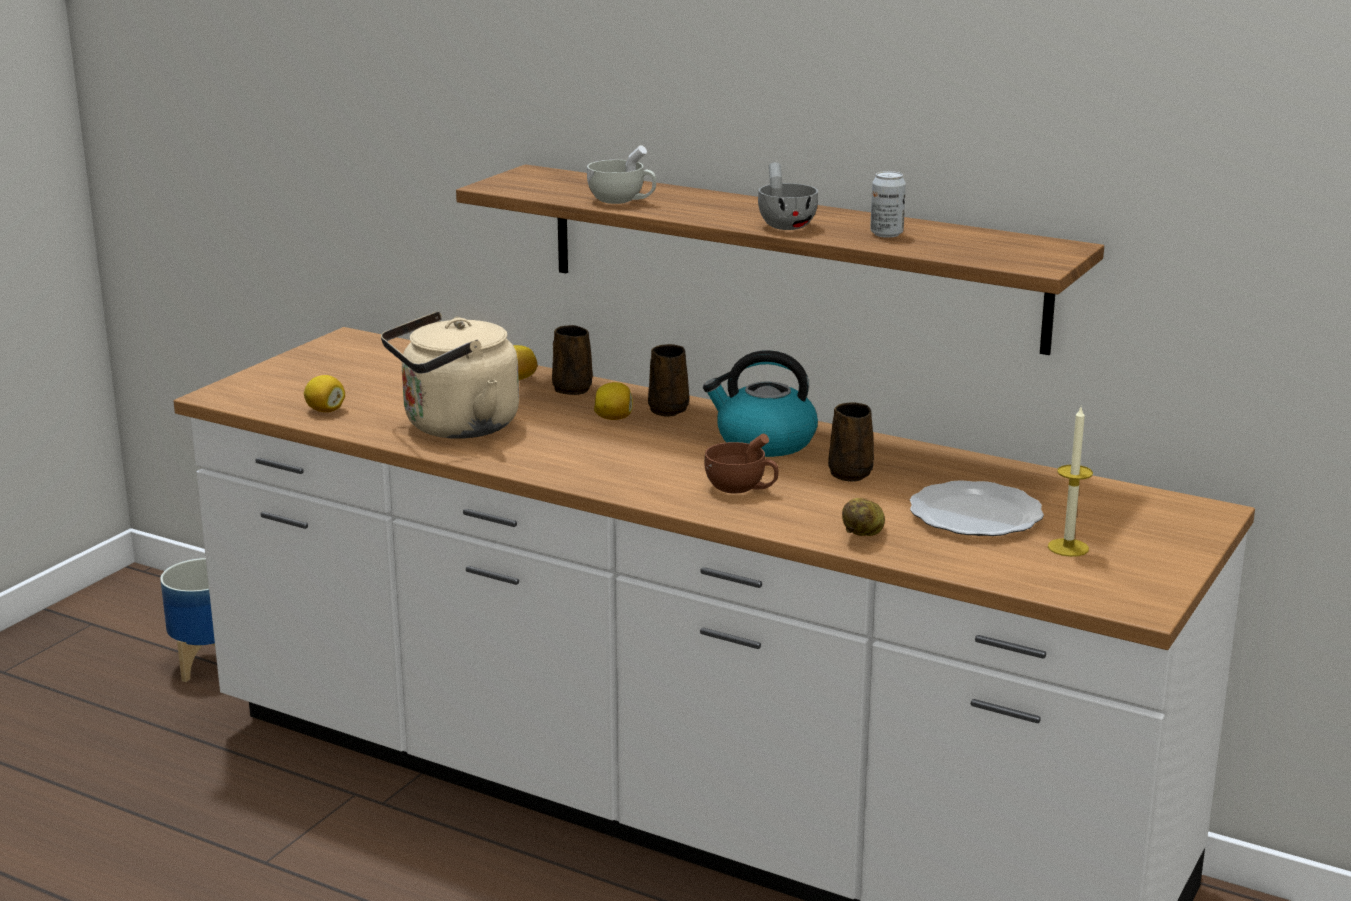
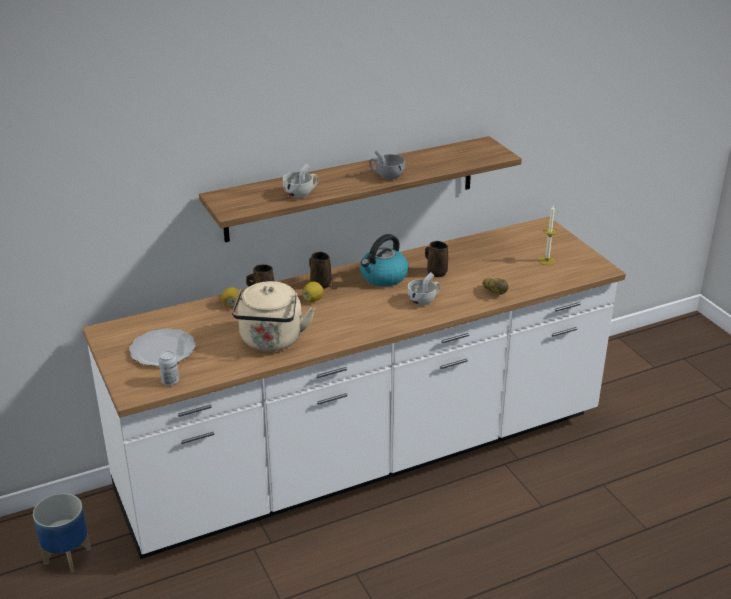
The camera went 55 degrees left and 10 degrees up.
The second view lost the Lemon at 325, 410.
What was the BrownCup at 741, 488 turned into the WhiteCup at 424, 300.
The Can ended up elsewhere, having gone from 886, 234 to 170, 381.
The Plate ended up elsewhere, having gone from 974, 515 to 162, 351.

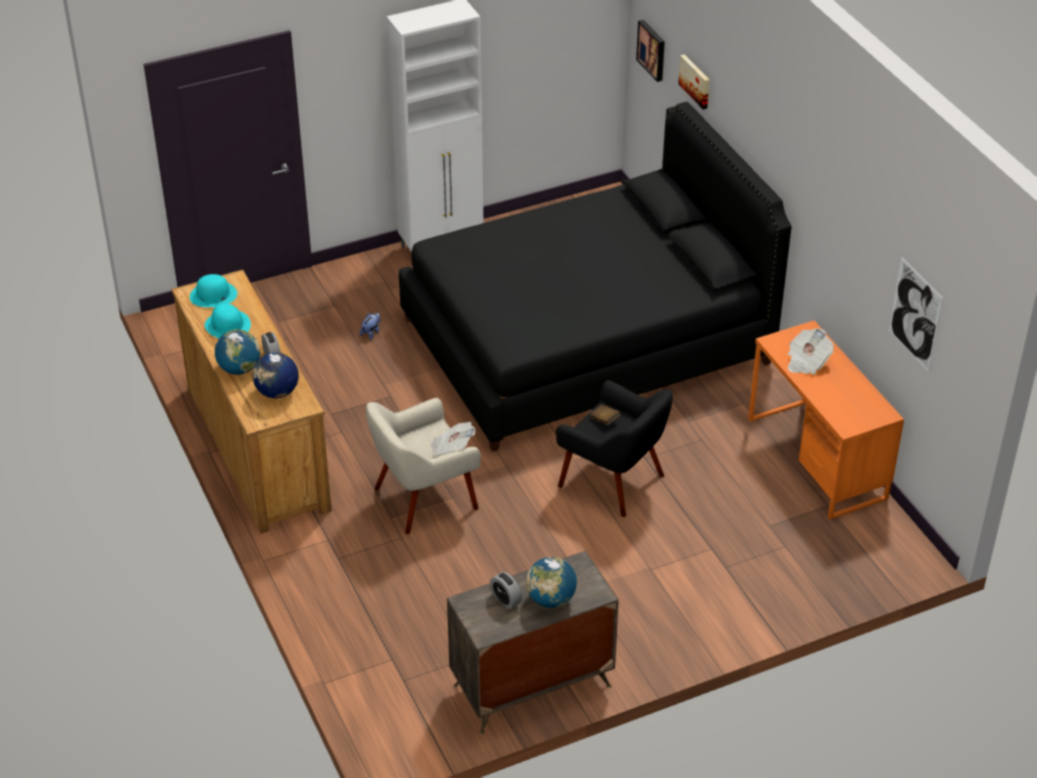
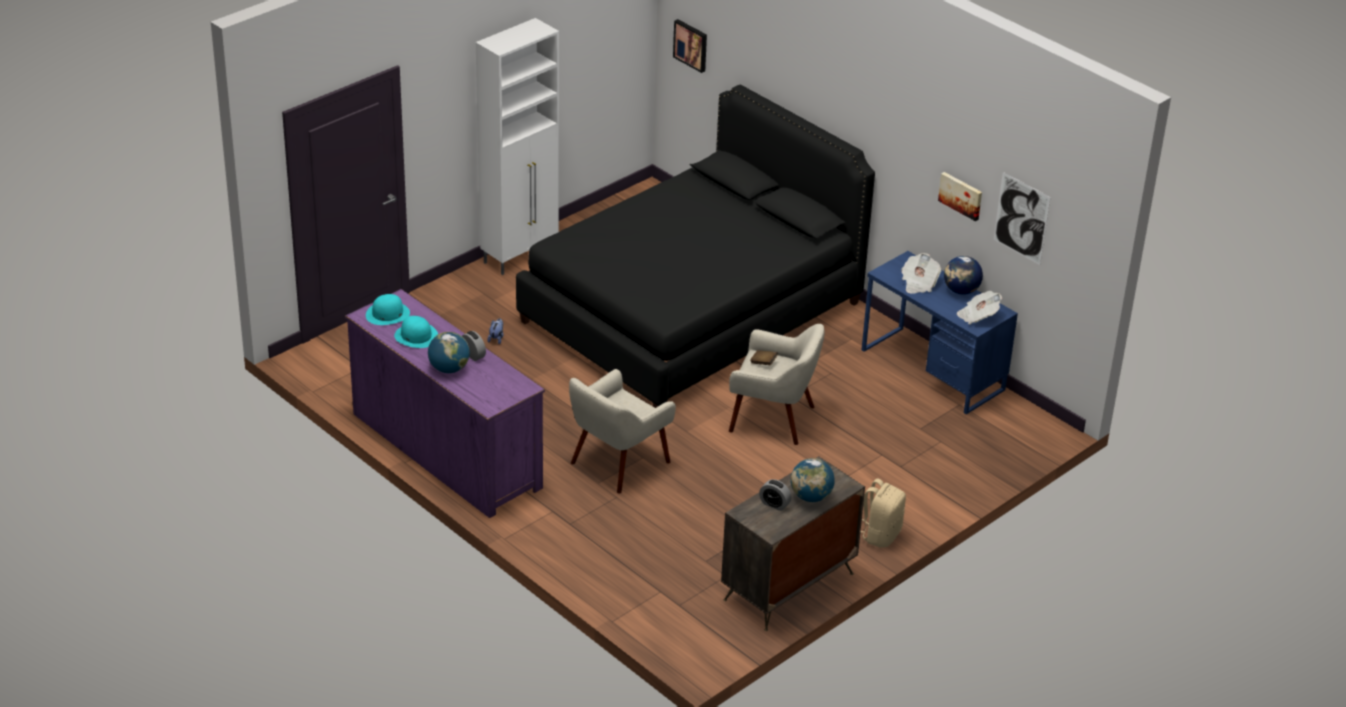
The camera went 20 degrees left and 5 degrees down.
What was the BrownDresser at 257, 447 turned into the PurpleDresser at 446, 450.
The Globe ended up elsewhere, having gone from 277, 392 to 961, 291.
The Newspaper ended up elsewhere, having gone from 451, 448 to 977, 316.
What was the BlackArmchair at 613, 480 turned into the BeigeArmchair at 773, 418.
The Picture ended up elsewhere, having gone from 695, 81 to 961, 195.
What was the OrangeDesk at 816, 458 turned into the BlueDesk at 932, 370.
The second view gained the BeigeBackpack at 880, 534.

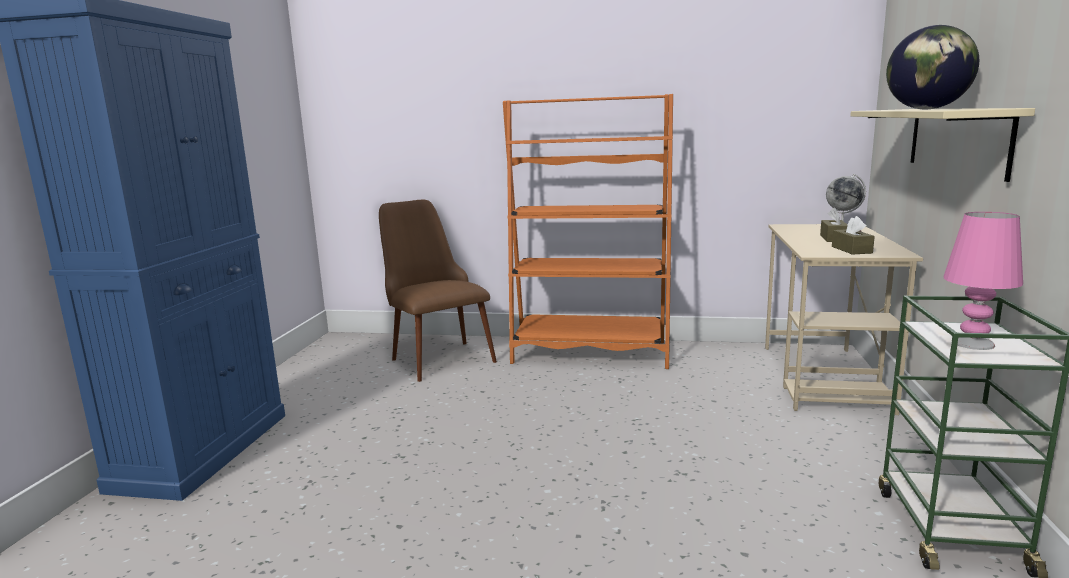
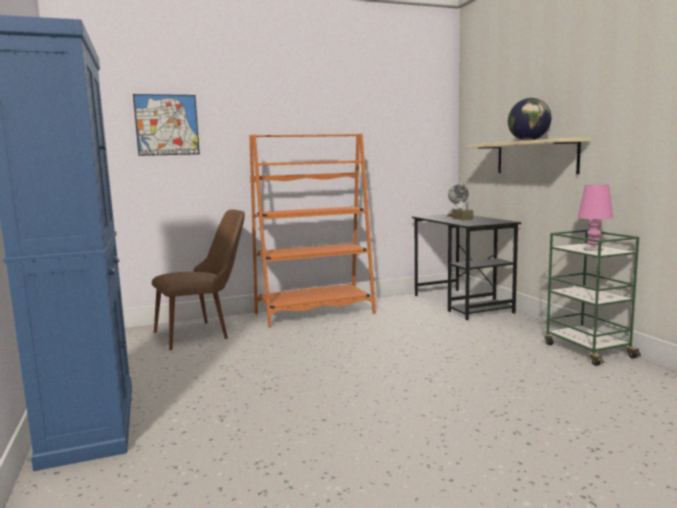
The camera went 30 degrees left and 5 degrees down.
The BrownChair at 436, 355 ended up facing another way, 120 degrees clockwise from before.
What was the BeigeDesk at 823, 378 turned into the BlackDesk at 462, 304.
The second view lost the BrownTissueBox at 851, 250.
The second view gained the Picture at 167, 125.

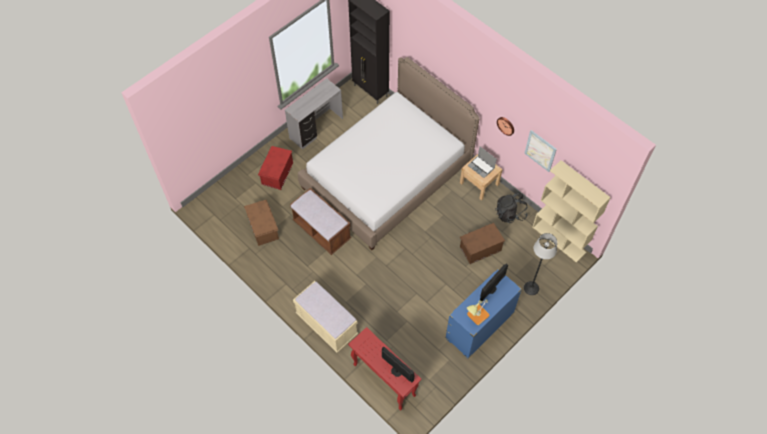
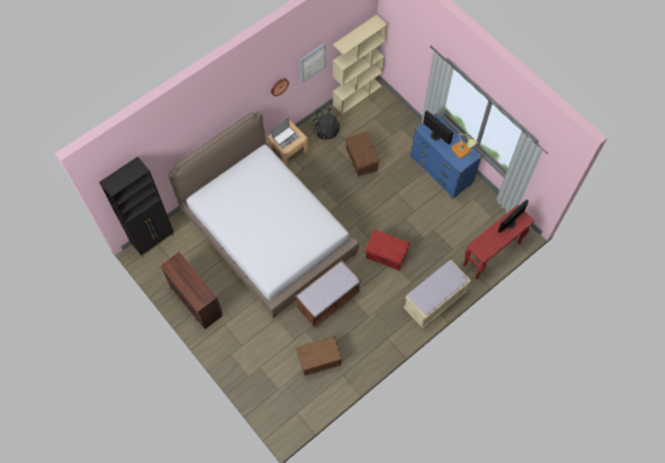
The camera went 85 degrees left and 5 degrees up.
The RedStorageBox ended up elsewhere, having gone from 277, 173 to 386, 255.
What was the GreyDesk at 316, 128 turned into the BrownDesk at 196, 299.
The second view lost the FloorLamp at 531, 288.

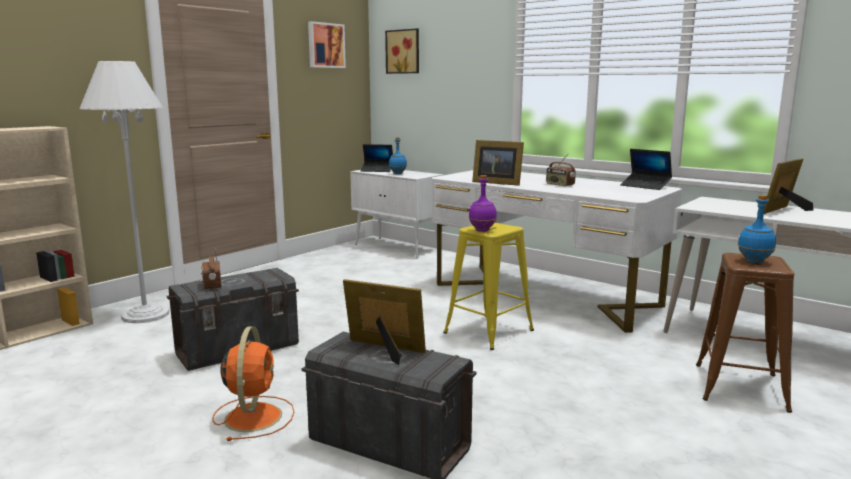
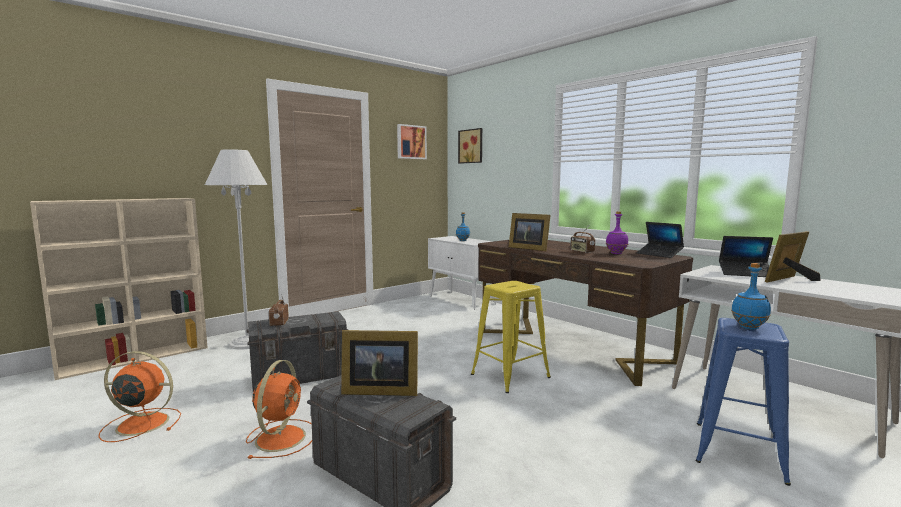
The camera went 10 degrees right and 5 degrees down.
The PictureFrame at 385, 350 ended up facing another way, 150 degrees clockwise from before.
The Laptop ended up elsewhere, having gone from 377, 170 to 745, 273.
What was the WhiteDesk at 544, 295 turned into the BrownDesk at 570, 346.
The PurpleBottle ended up elsewhere, having gone from 482, 230 to 616, 253.
What was the BrownStool at 740, 387 turned into the BlueStool at 738, 451.
The second view gained the OrangeFan at 140, 424.

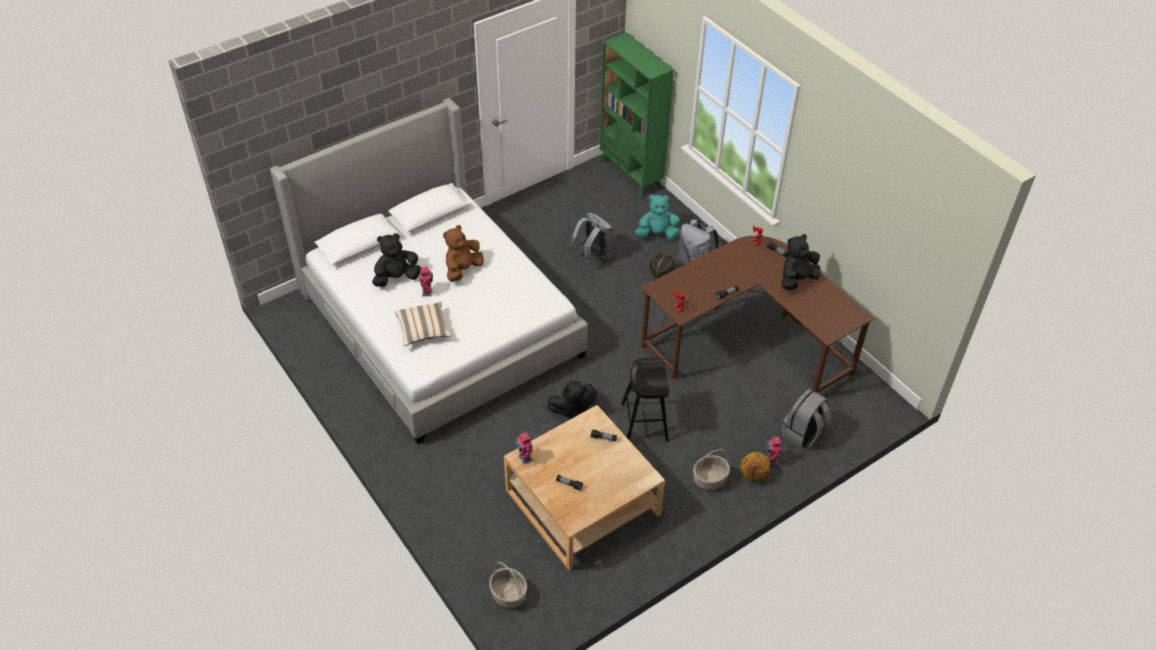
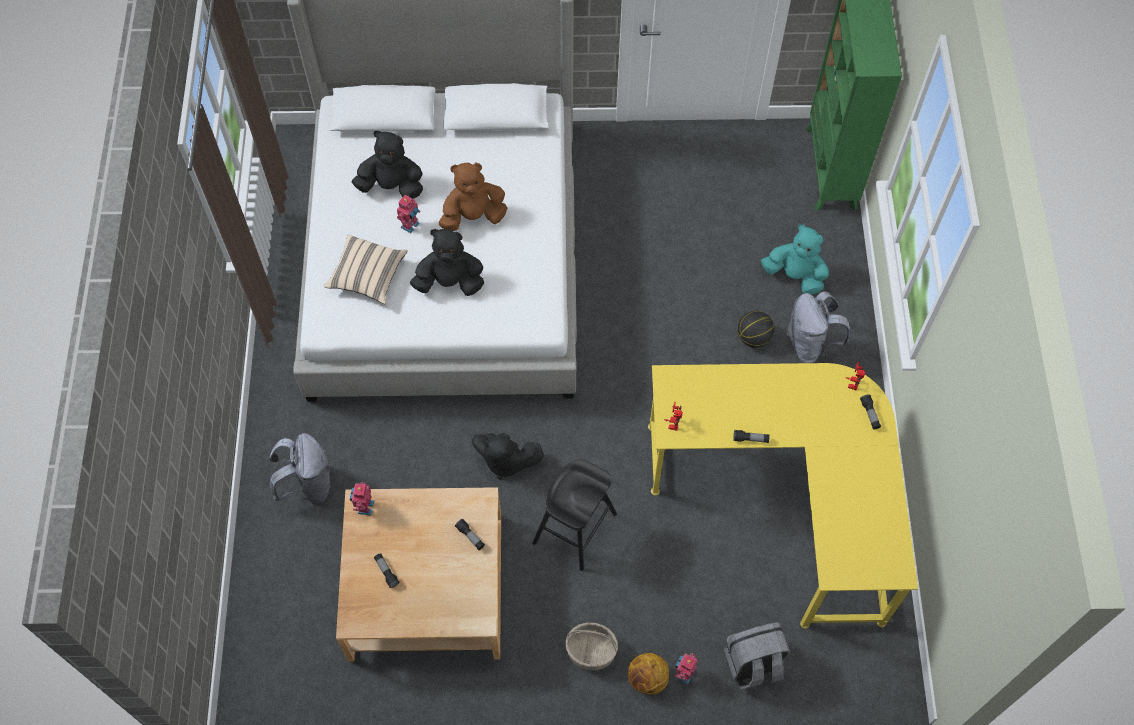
The camera went 35 degrees right and 15 degrees up.
The second view lost the Basket at 508, 594.
The GreyBackpack ended up elsewhere, having gone from 593, 257 to 308, 485.
What was the BrownDesk at 747, 343 turned into the YellowDesk at 784, 497.
The BlackPlushToy ended up elsewhere, having gone from 797, 279 to 450, 282.

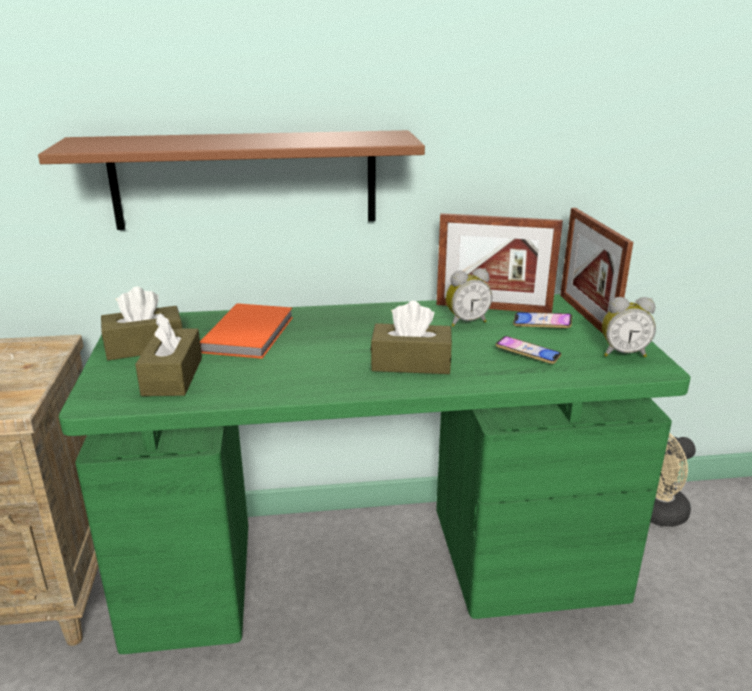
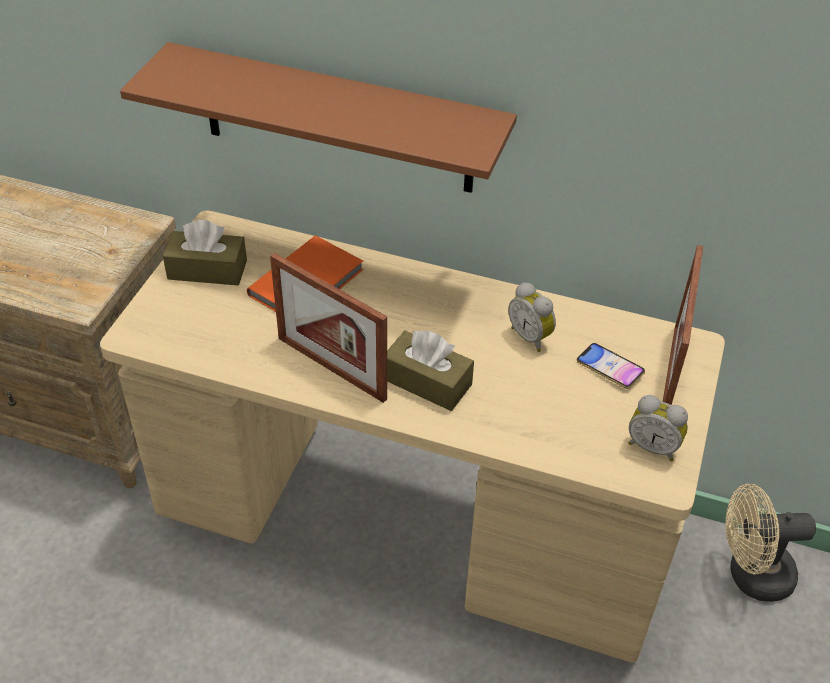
The camera went 25 degrees right and 20 degrees up.
What was the GreenDesk at 375, 572 turned into the BeigeDesk at 410, 522.
The second view lost the BrownTissueBox at 172, 376.
The PictureFrame ended up elsewhere, having gone from 493, 308 to 331, 368.
The AlarmClock at 466, 321 ended up facing another way, 45 degrees clockwise from before.
The second view lost the Phone at 527, 354.

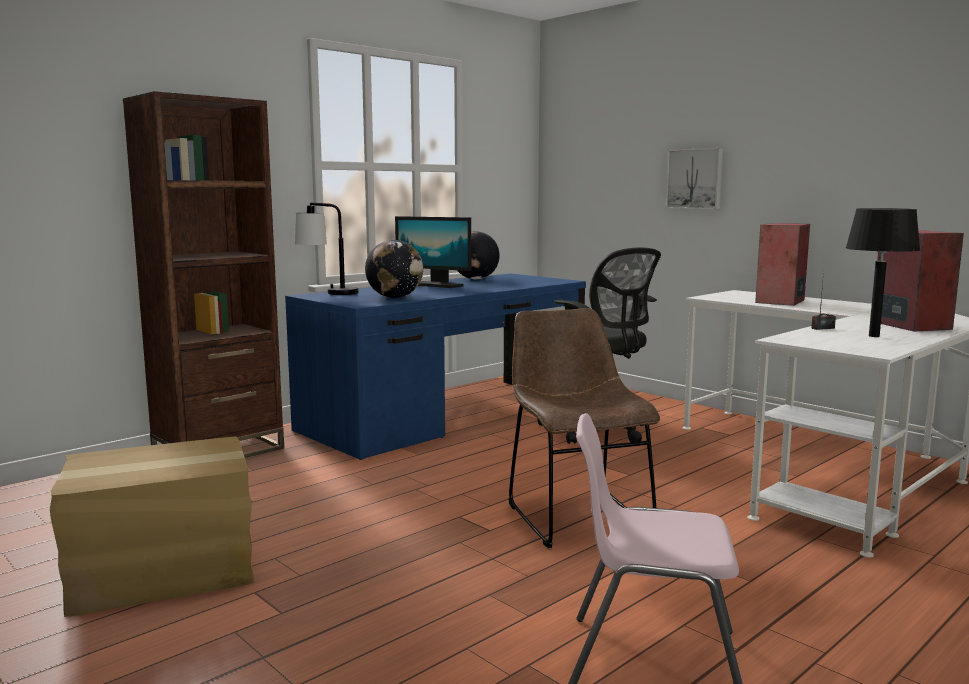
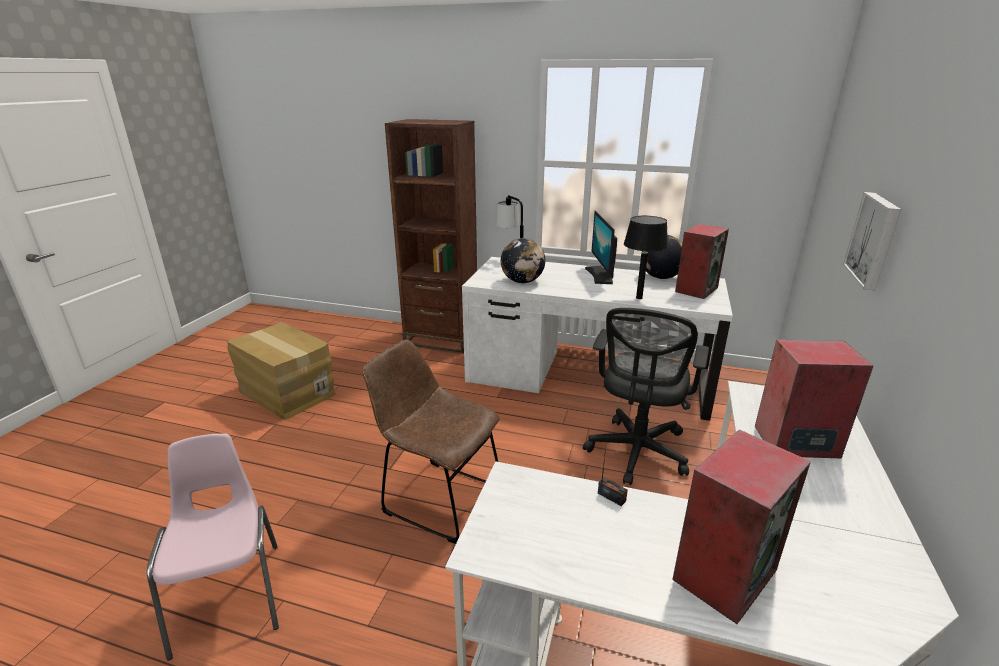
The camera went 60 degrees right and 15 degrees up.
What was the BlueDesk at 447, 415 turned into the WhiteDesk at 587, 378.
The BrownChair at 575, 515 ended up facing another way, 105 degrees counterclockwise from before.
The BlackTableLamp ended up elsewhere, having gone from 873, 336 to 639, 297.
The second view gained the Speaker at 696, 289.

